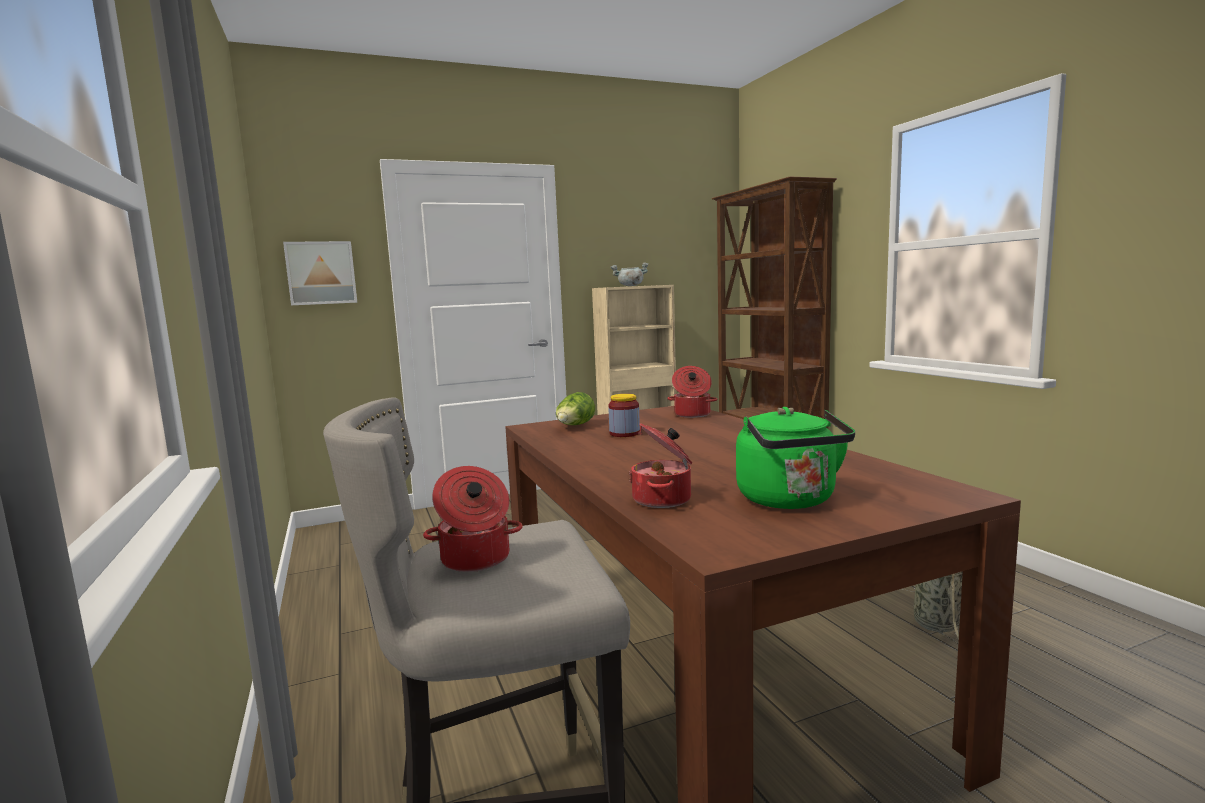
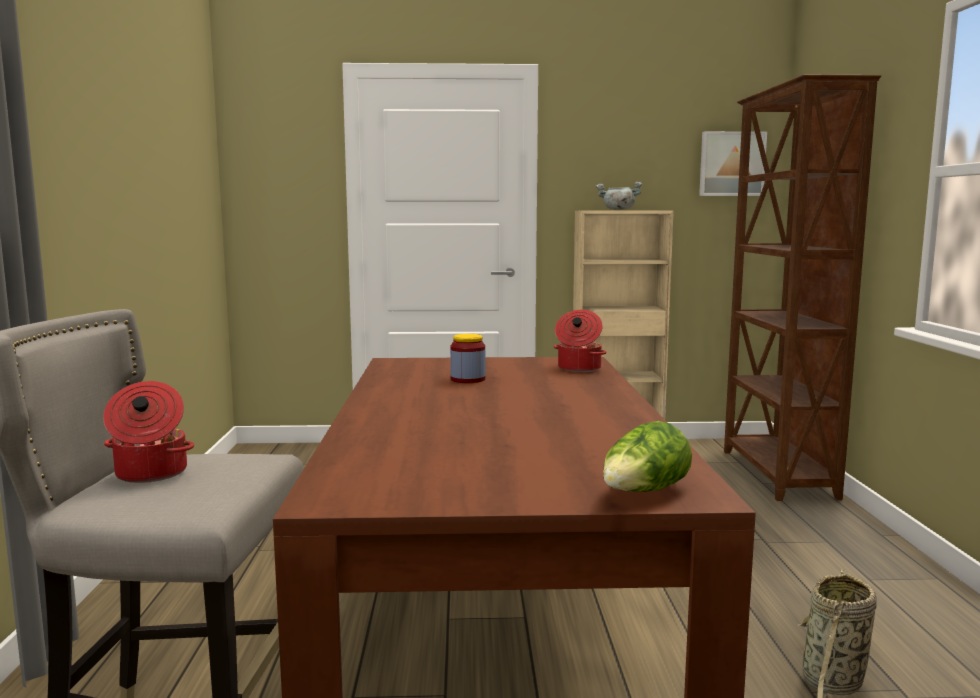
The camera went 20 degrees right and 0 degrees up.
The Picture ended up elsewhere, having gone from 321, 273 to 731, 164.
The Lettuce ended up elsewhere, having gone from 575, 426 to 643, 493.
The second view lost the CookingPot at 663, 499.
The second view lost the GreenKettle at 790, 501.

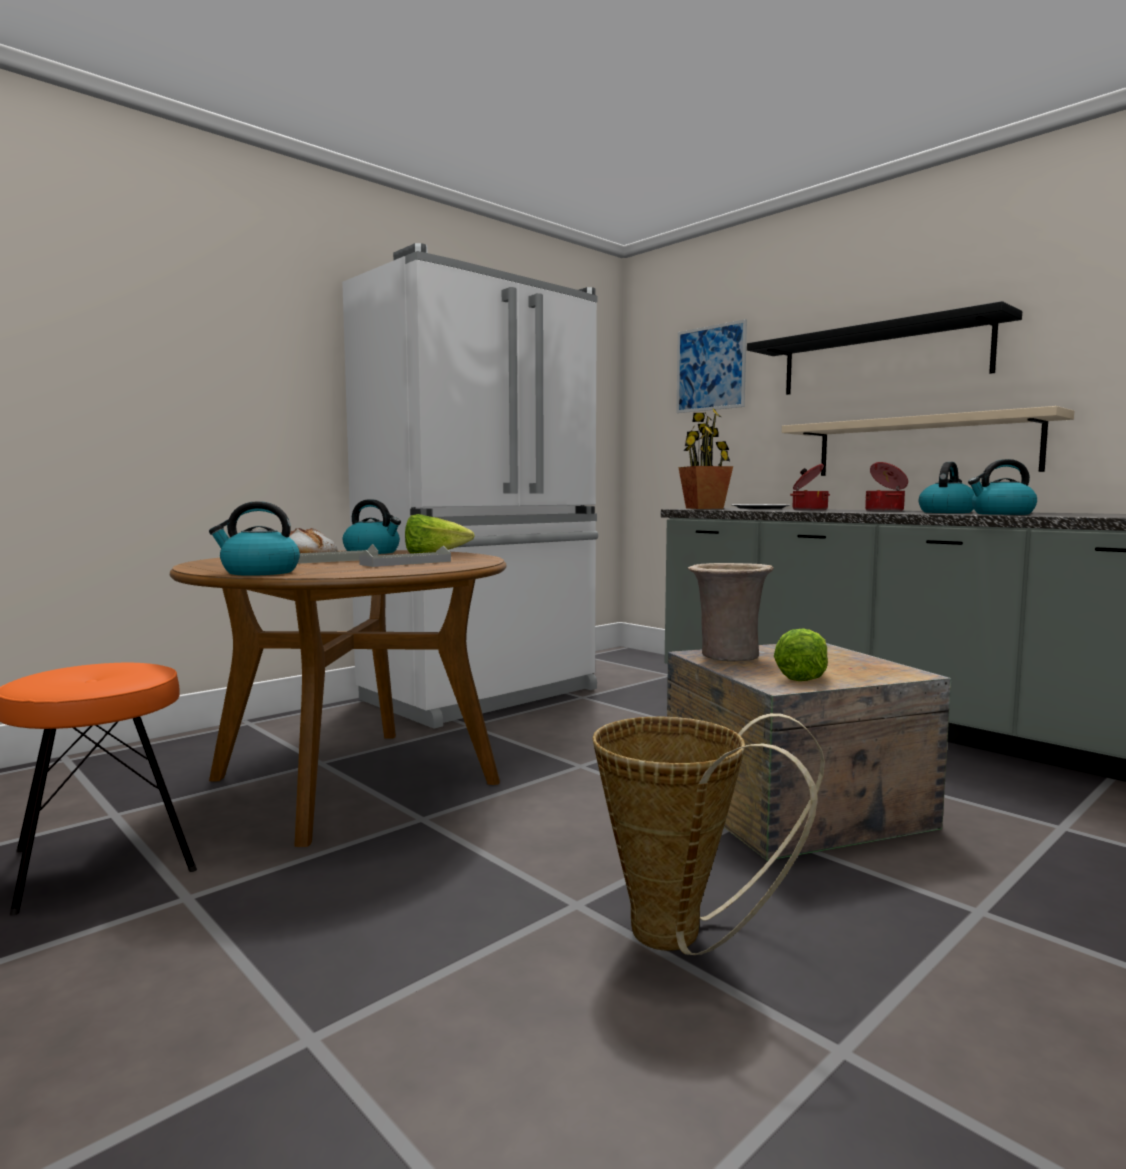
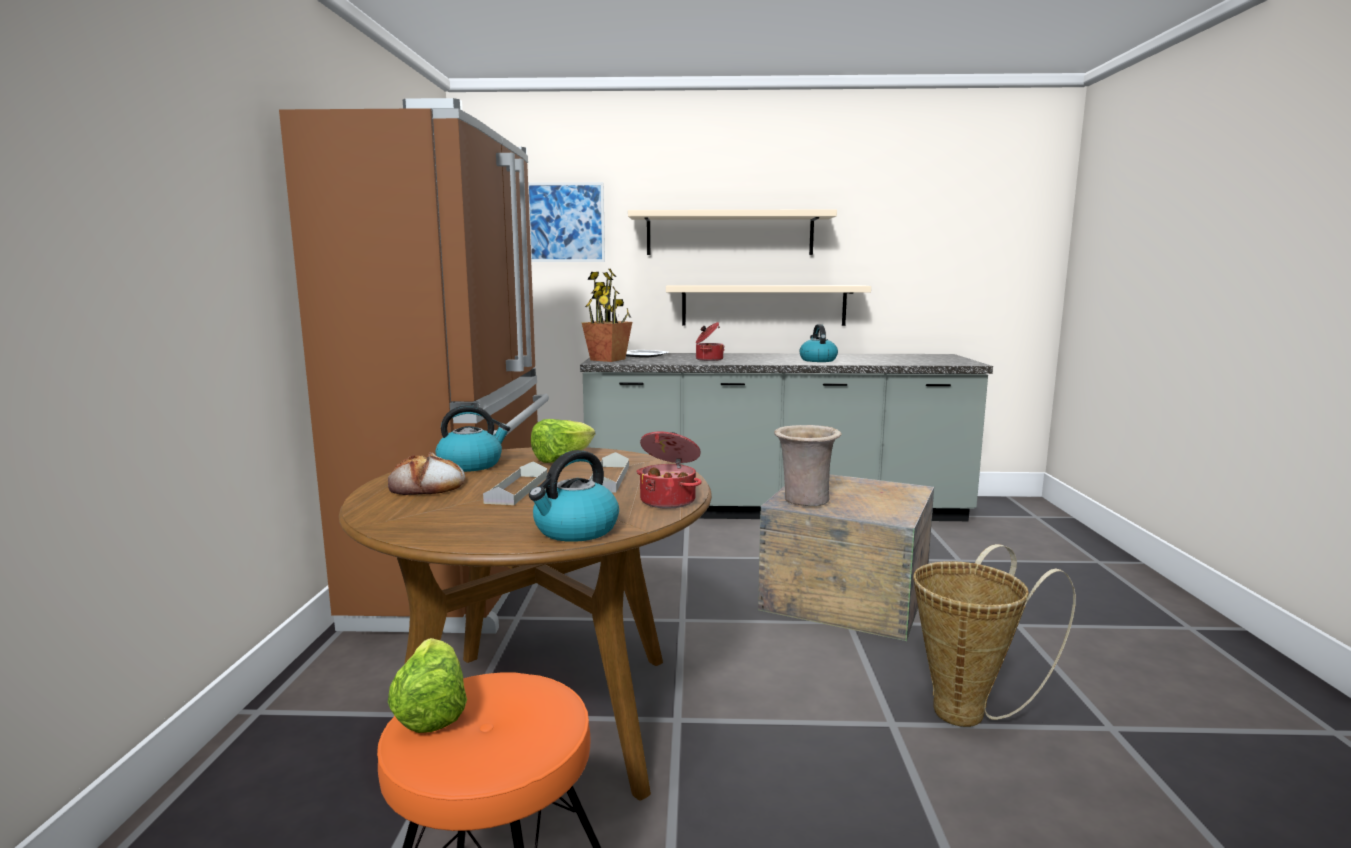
The camera went 45 degrees left and 5 degrees up.
What was the WhiteFridge at 484, 695 turned into the BrownFridge at 460, 581.
What was the BlackShelf at 882, 358 turned into the BeigeShelf at 729, 234.
The Lettuce ended up elsewhere, having gone from 803, 676 to 431, 711.
The CookingPot ended up elsewhere, having gone from 885, 511 to 669, 500.
The second view lost the Kettle at 1001, 514.

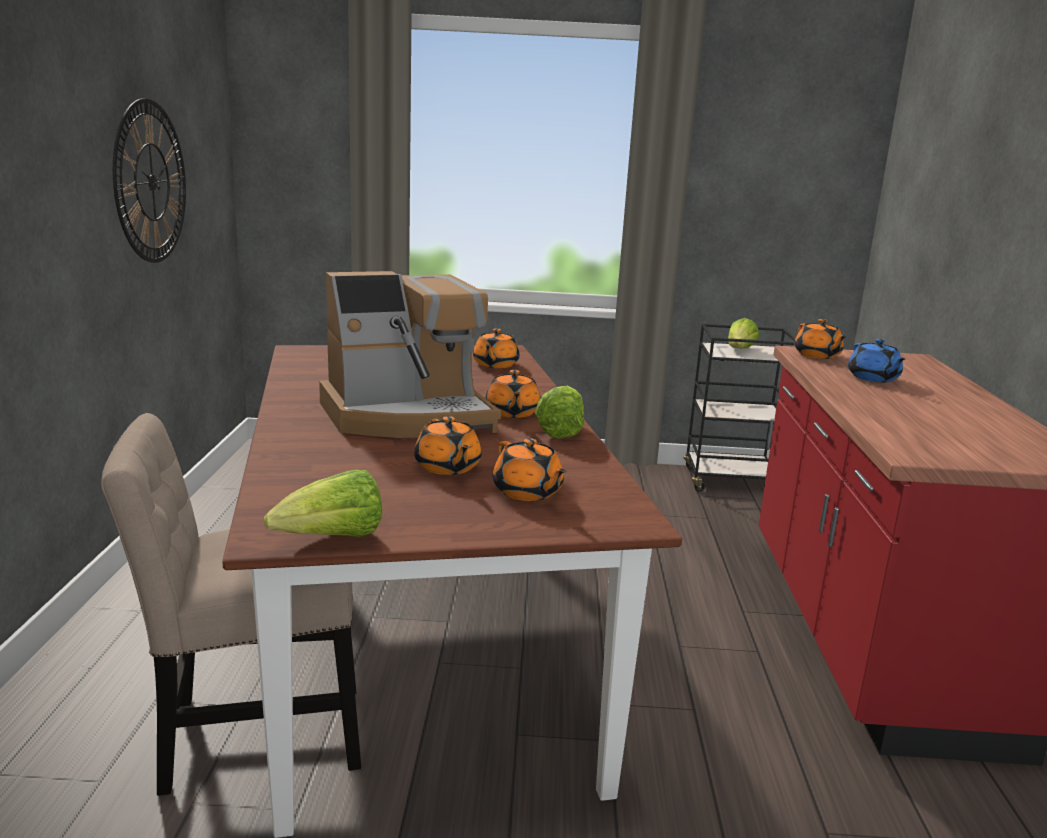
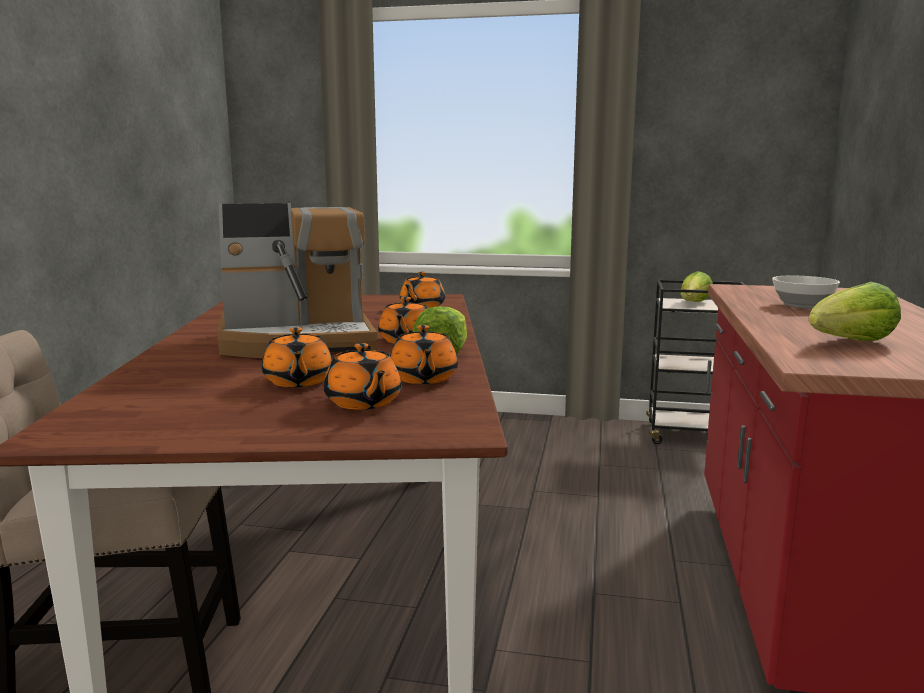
The camera went 10 degrees right and 5 degrees down.
The second view lost the WallClock at 151, 182.
The Lettuce ended up elsewhere, having gone from 332, 539 to 849, 342.
The OrangeTeapot ended up elsewhere, having gone from 817, 355 to 423, 378.
Where the BlueTeapot stood at 873, 378, the Bowl came to stand at 803, 305.

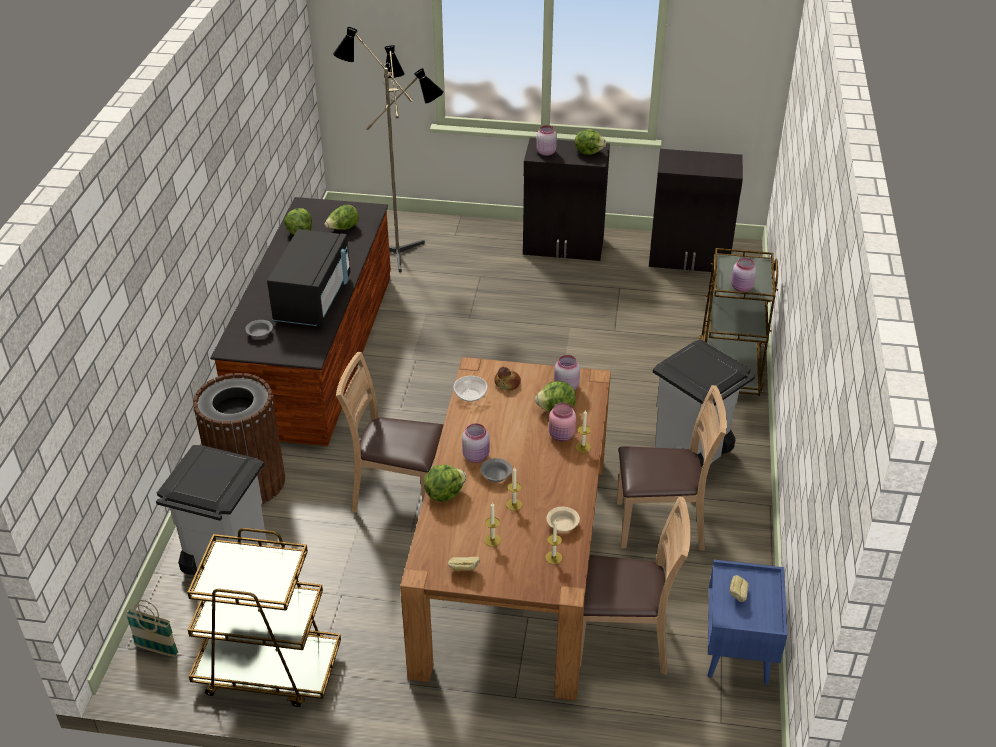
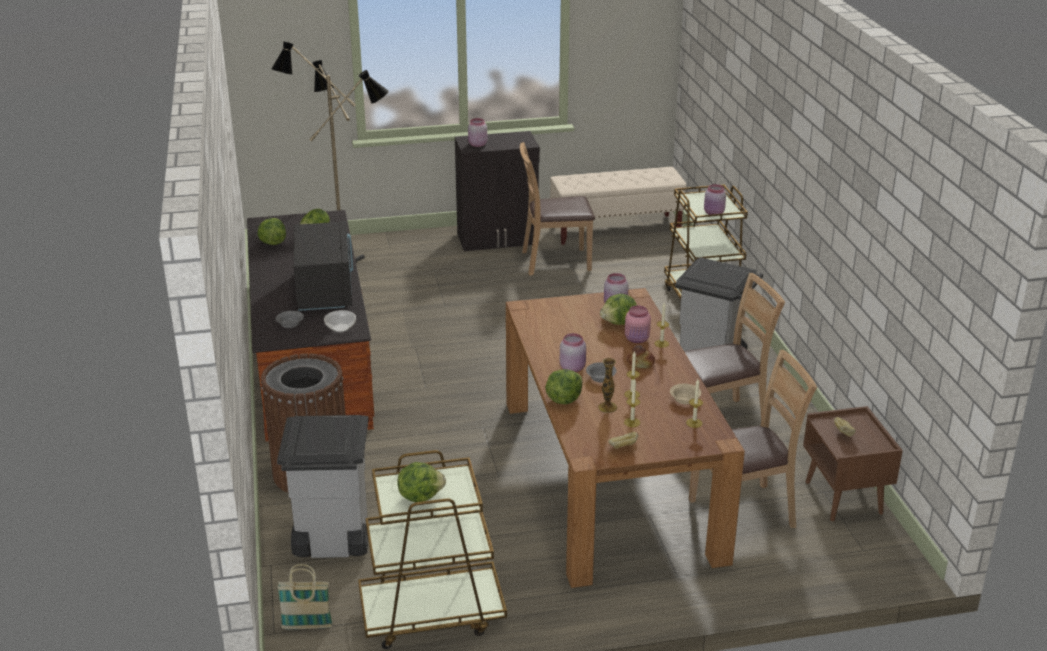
The camera went 20 degrees left and 10 degrees down.
The BrownChair ended up elsewhere, having gone from 397, 494 to 555, 261.
The Bowl ended up elsewhere, having gone from 470, 395 to 340, 328.
The Bread ended up elsewhere, having gone from 507, 383 to 641, 362.
The Lettuce ended up elsewhere, having gone from 588, 152 to 420, 496.
Where the BlackCabinet stood at 689, 259, the BeigeBench came to stand at 616, 230.
What was the BlueNightstand at 738, 653 turned into the BrownNightstand at 844, 498.
The second view gained the Vase at 607, 407.

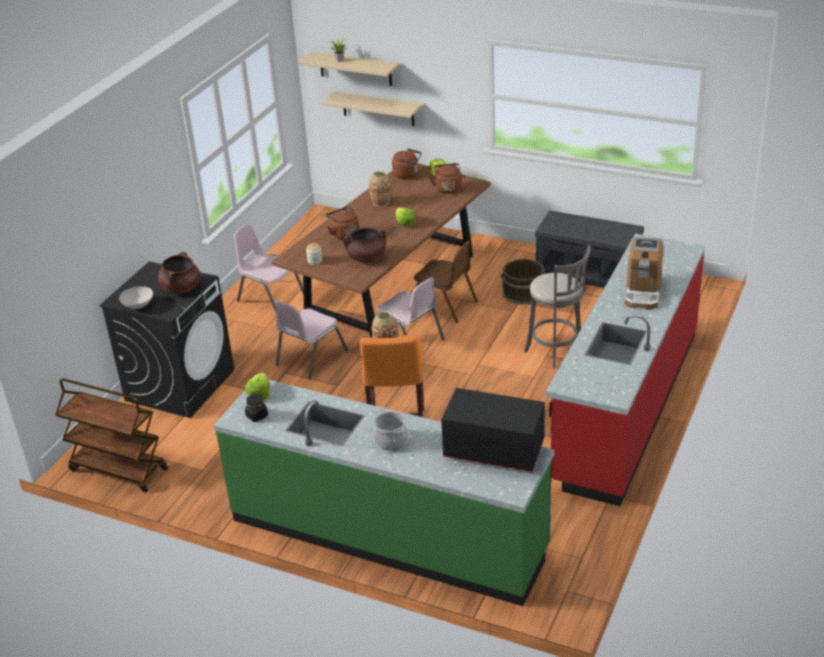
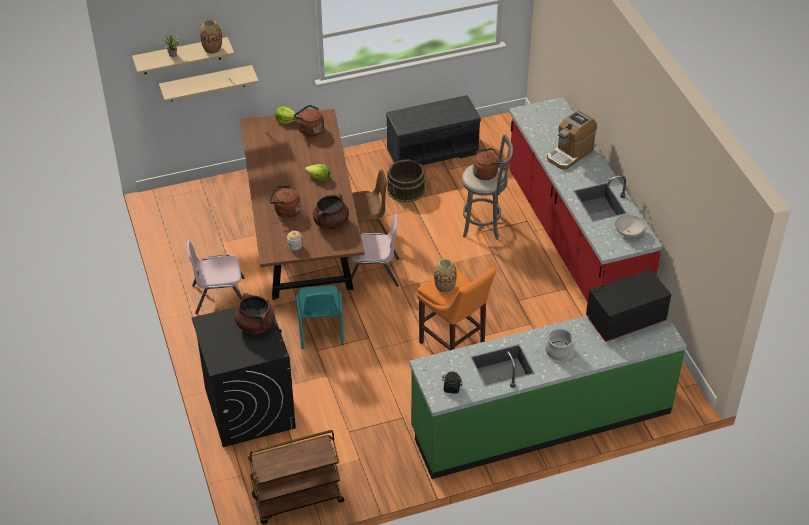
The camera went 45 degrees left and 10 degrees up.
The WhiteBowl ended up elsewhere, having gone from 138, 306 to 628, 232.
The second view lost the Lettuce at 259, 394.
What was the PinkChair at 311, 357 turned into the TurquoiseChair at 320, 327.
The Vase ended up elsewhere, having gone from 381, 202 to 212, 49.
The BrownKettle ended up elsewhere, having gone from 407, 174 to 486, 173.
The CoffeeMachine at 643, 292 ended up facing another way, 75 degrees clockwise from before.

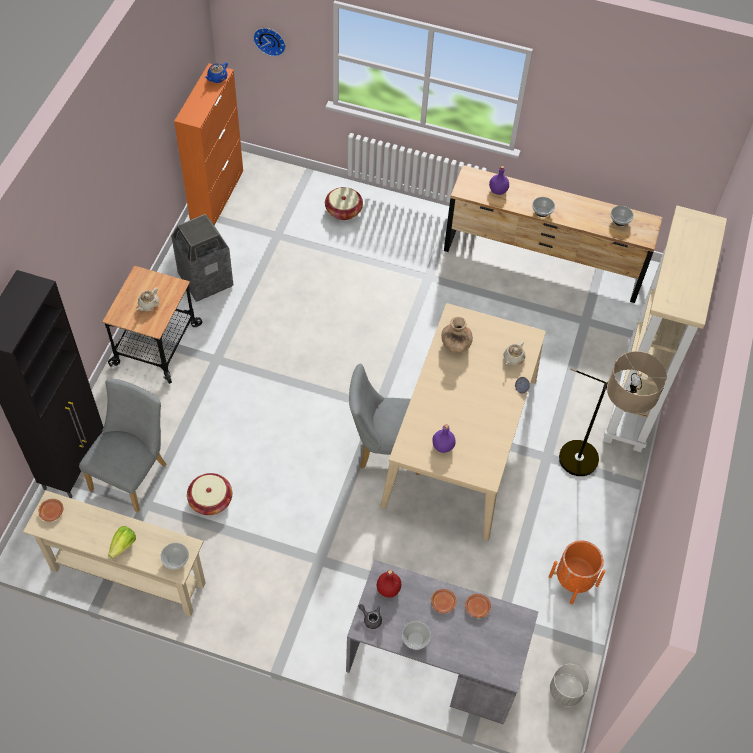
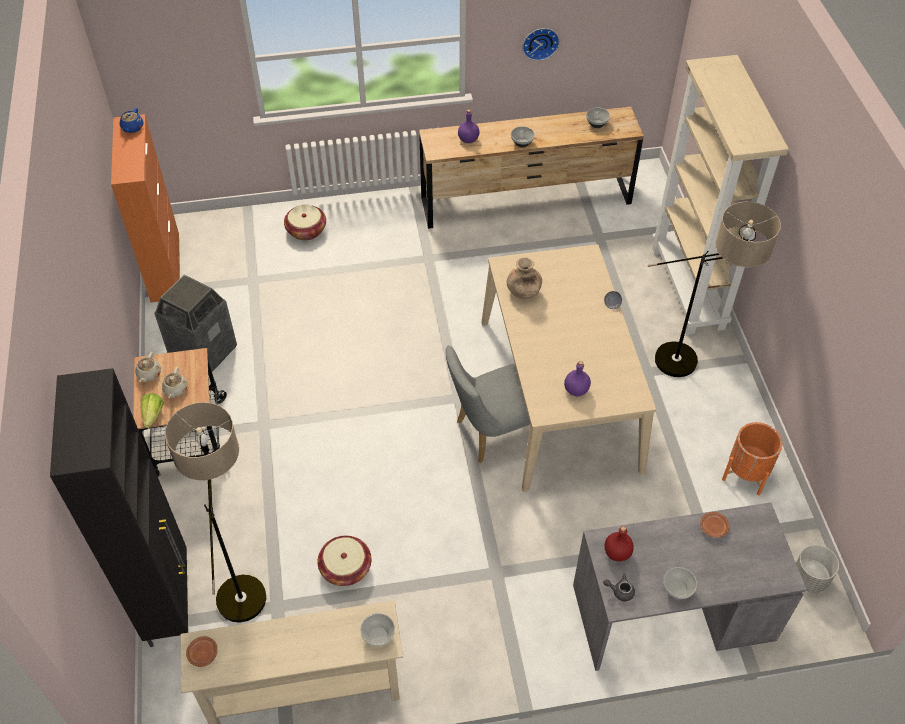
The camera went 25 degrees left and 5 degrees down.
Where the GreyChair stood at 133, 473, the FloorLamp came to stand at 243, 580.
The Lettuce ended up elsewhere, having gone from 123, 545 to 153, 415.
The WallClock ended up elsewhere, having gone from 270, 40 to 540, 42.
The second view lost the BrownPlate at 443, 602.
The BeigeTeapot ended up elsewhere, having gone from 513, 358 to 149, 374.

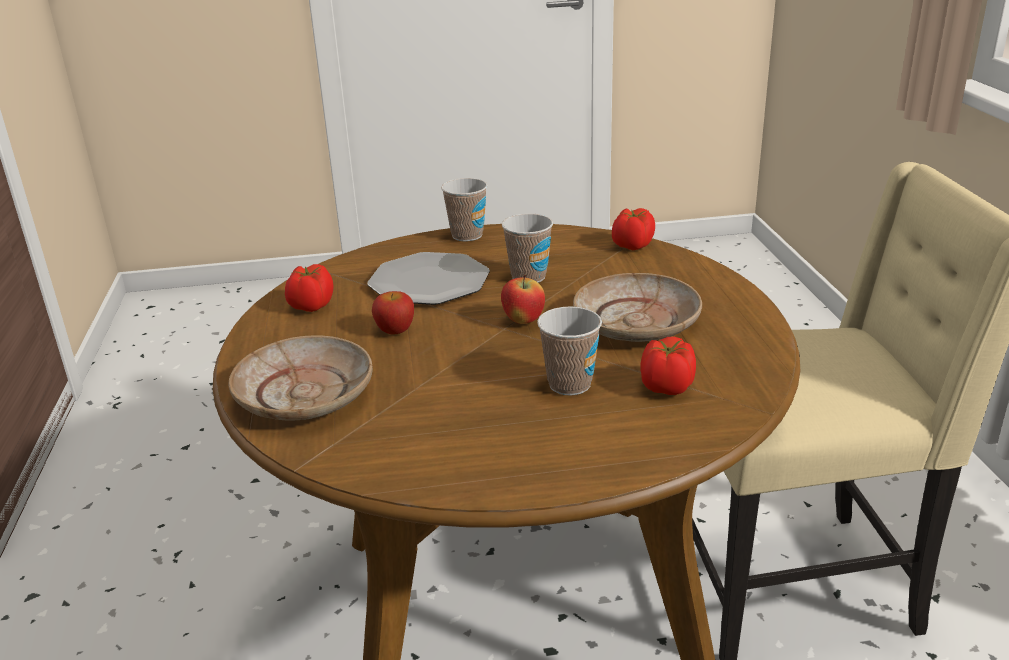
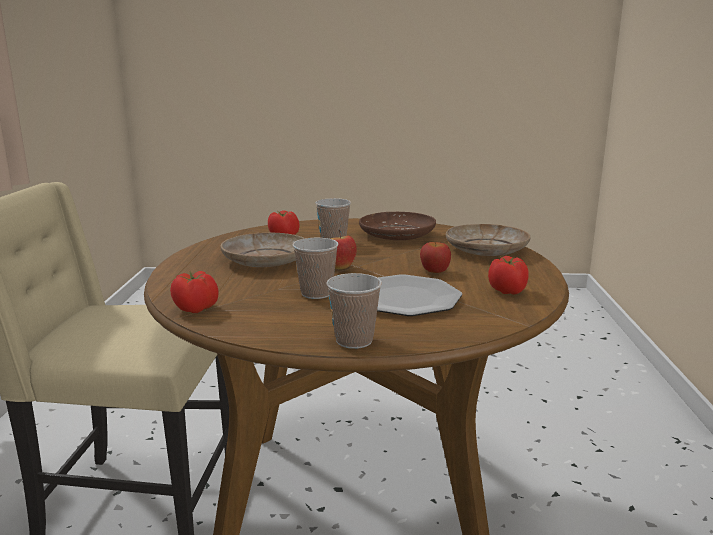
The camera went 170 degrees left and 10 degrees down.
The second view gained the BrownPlate at 397, 235.

